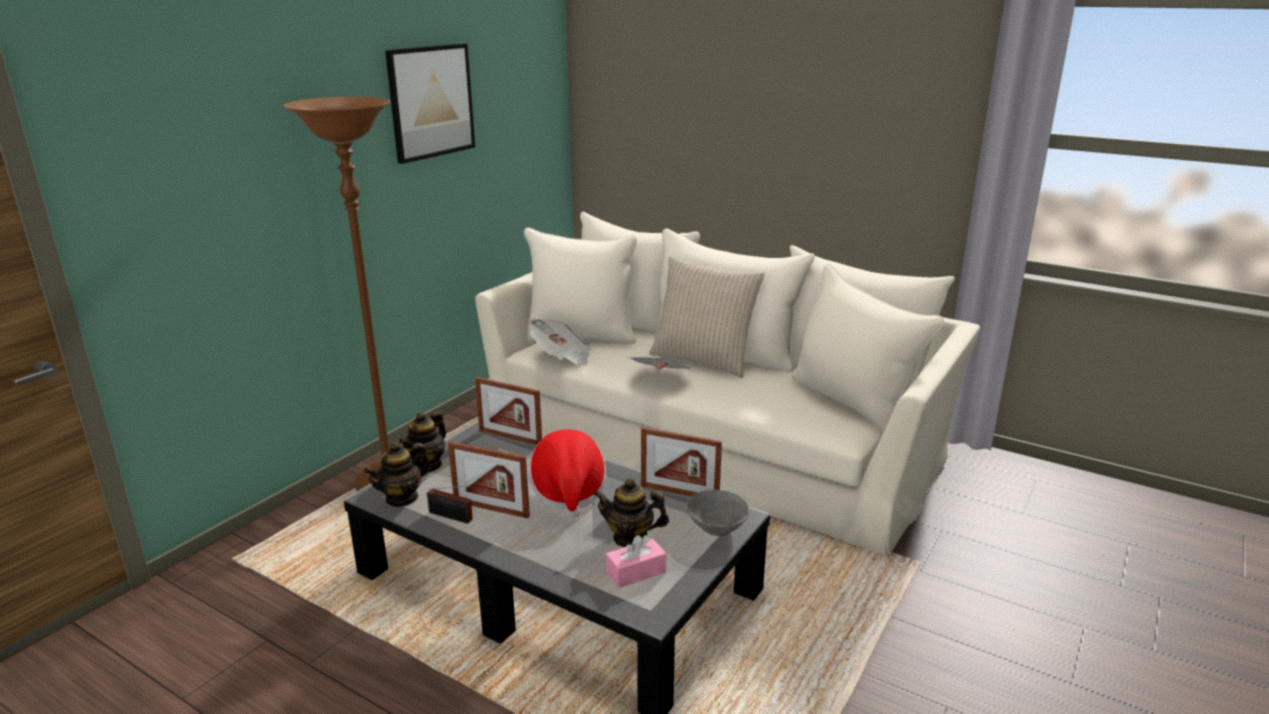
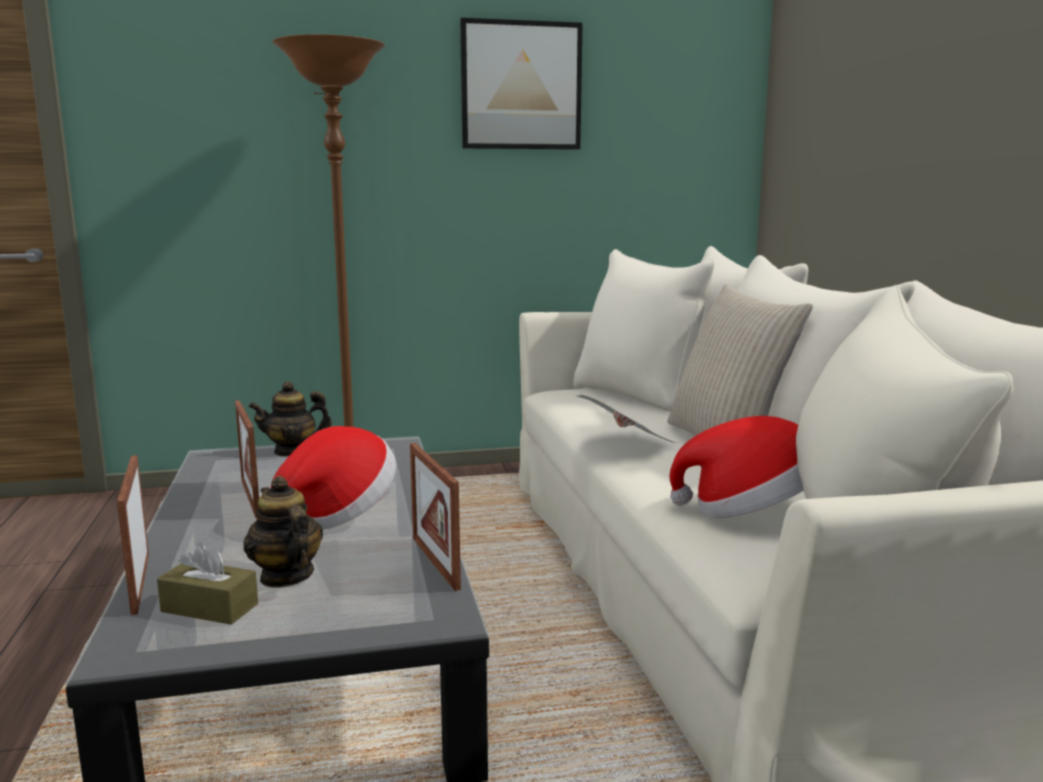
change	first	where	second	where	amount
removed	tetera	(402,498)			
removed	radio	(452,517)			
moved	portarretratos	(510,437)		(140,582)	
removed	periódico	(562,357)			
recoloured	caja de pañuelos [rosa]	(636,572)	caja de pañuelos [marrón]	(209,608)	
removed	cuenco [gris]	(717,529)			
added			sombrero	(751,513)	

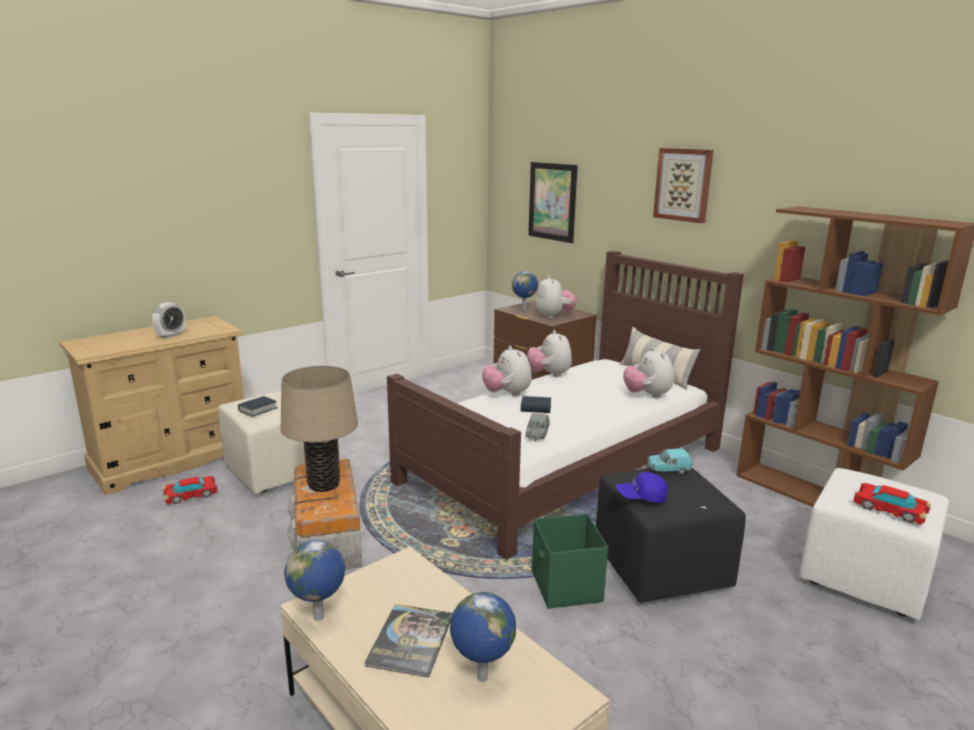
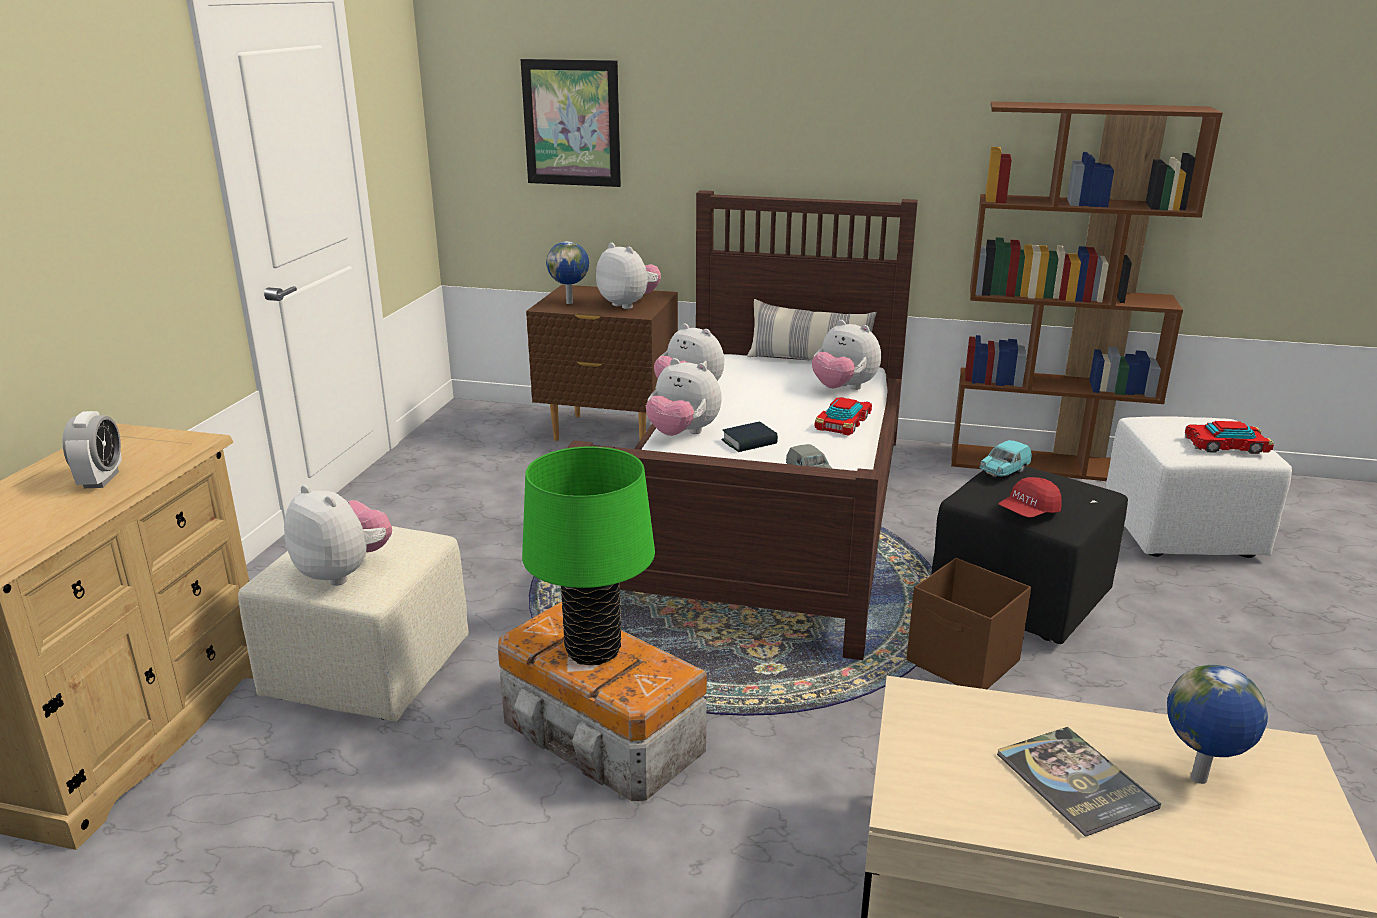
change	first	where	second	where	amount
moved	coche de juguete	(191,494)		(844,423)	
replaced	libro	(258,409)	peluche	(343,572)	
recoloured	lámpara de mesa [beis]	(324,485)	lámpara de mesa [verde]	(593,651)	
removed	globo terráqueo	(320,618)			
recoloured	caja de almacenaje [verde]	(566,587)	caja de almacenaje [marrón]	(963,663)	
recoloured	gorra [azul]	(641,497)	gorra [rojo]	(1028,512)	
removed	cuadro	(683,184)			

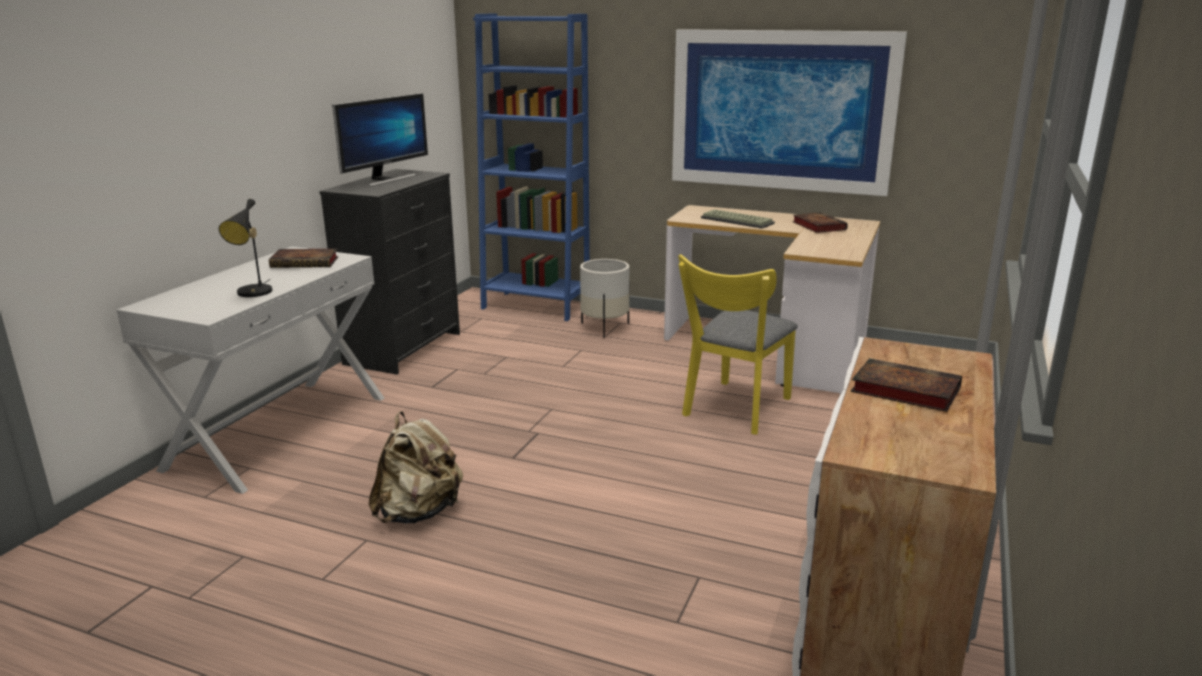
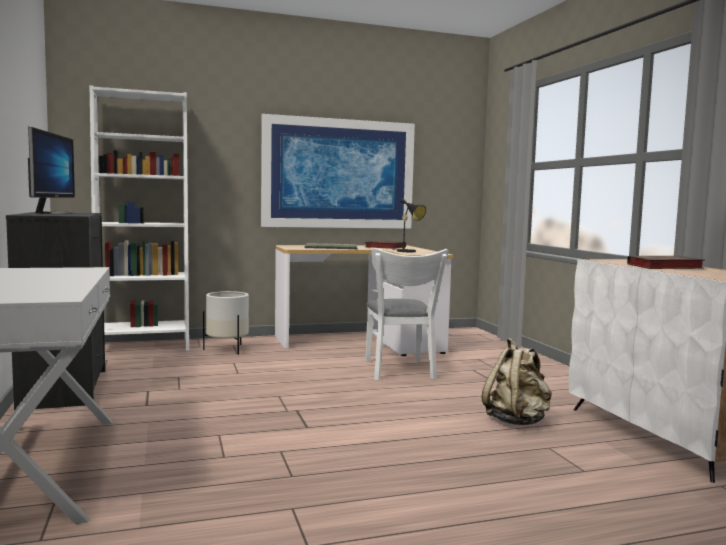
change	first	where	second	where	amount
moved	lámpara de mesa [negro]	(253,293)		(408,251)	
removed	libro	(306,262)			
moved	mochila [beis]	(419,513)		(517,421)	
recoloured	estantería [azul]	(535,306)	estantería [blanco]	(143,346)	
recoloured	silla [amarillo]	(734,410)	silla [blanco]	(400,371)	

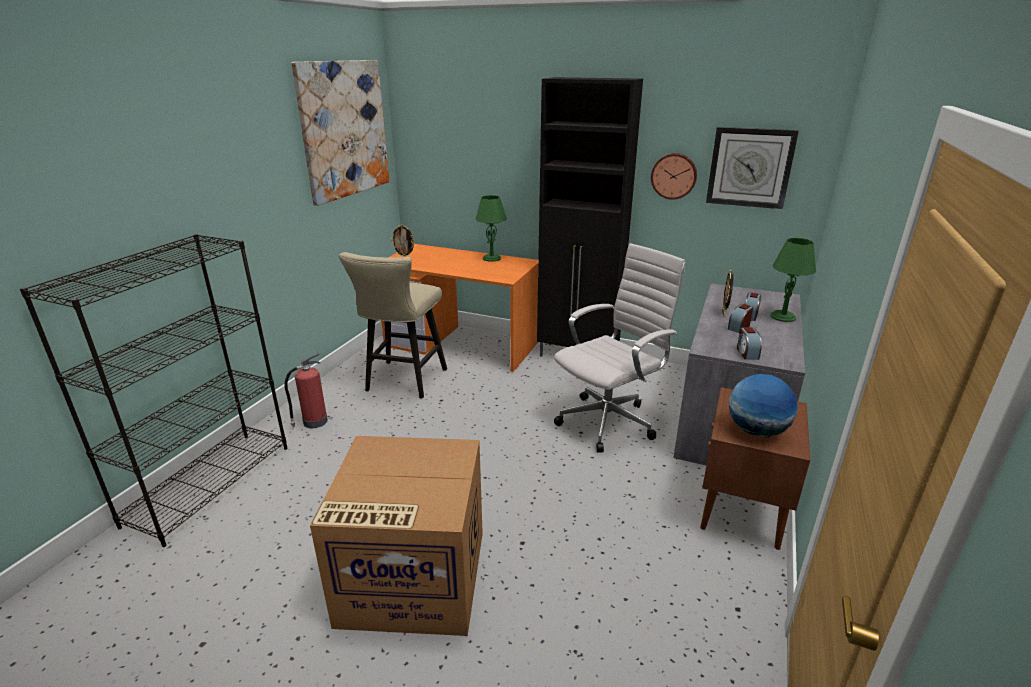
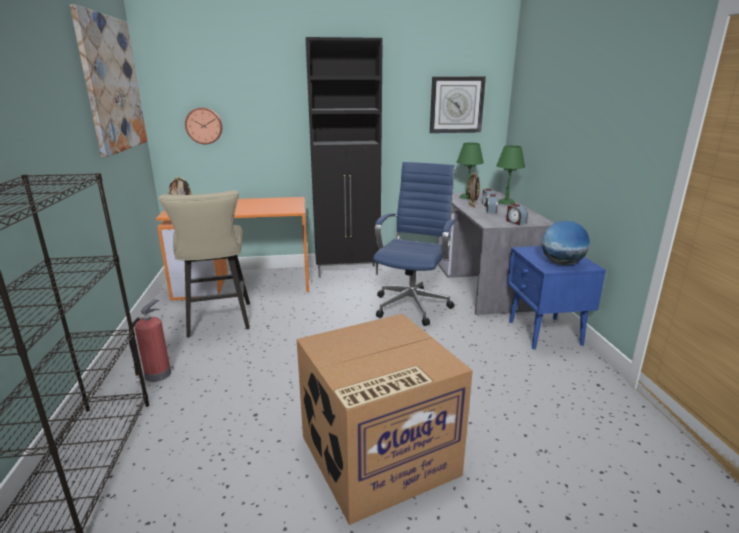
change	first	where	second	where	amount
moved	lámpara de mesa [verde]	(491,258)		(467,197)	
recoloured	silla de oficina [blanco]	(610,421)	silla de oficina [azul]	(413,305)	
moved	reloj de pared	(674,176)		(204,125)	
recoloured	mesita de noche [marrón]	(740,513)	mesita de noche [azul]	(544,333)	

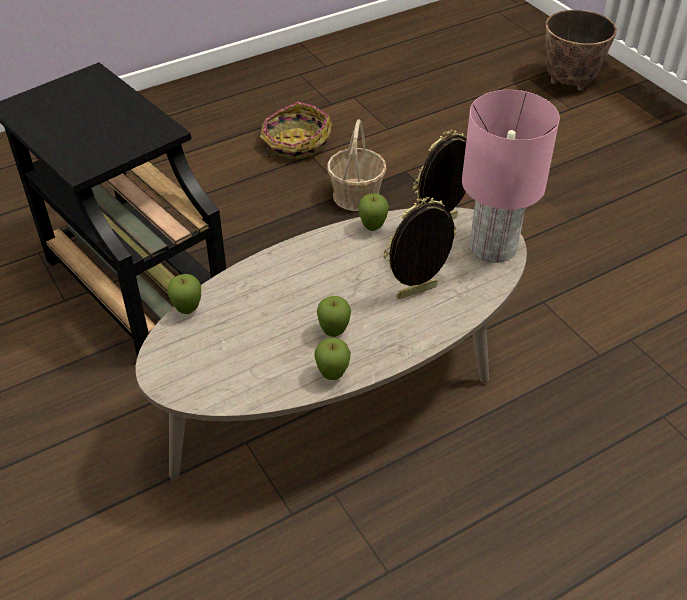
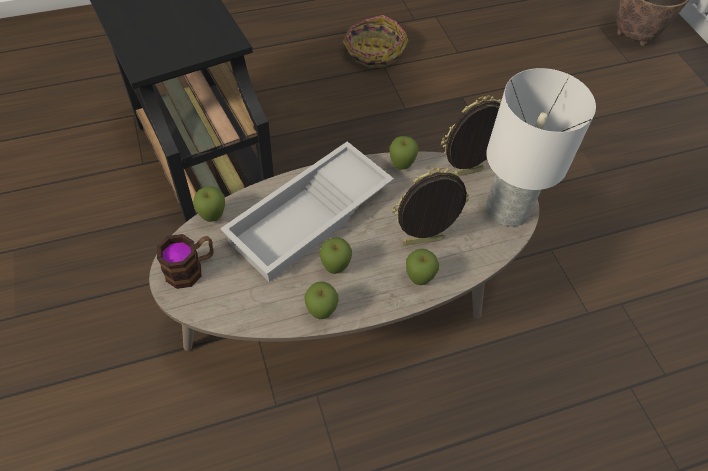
change	first	where	second	where	amount
removed	cesta	(356,195)			
recoloured	lámpara de mesa [rosa]	(492,246)	lámpara de mesa [blanco]	(507,208)	
added			taza grande	(191,269)	
added			bandeja [blanco]	(310,219)	
added			manzana	(418,279)	

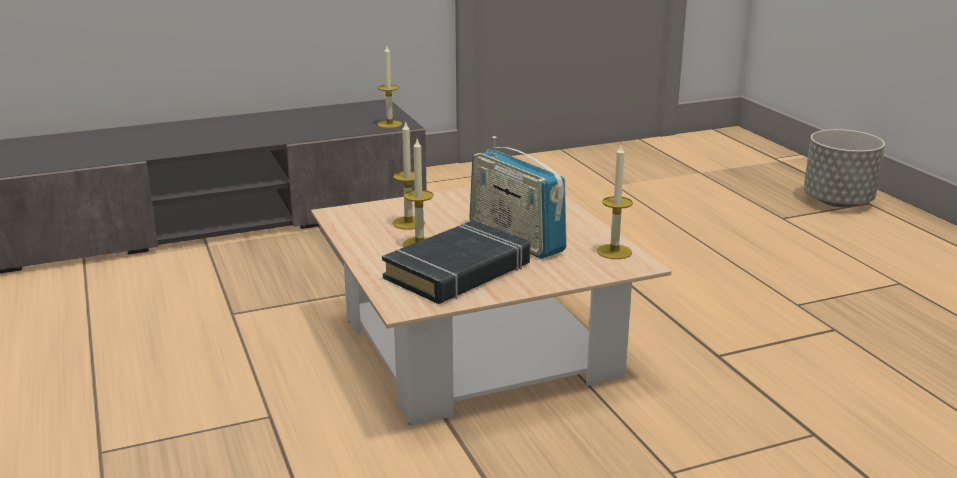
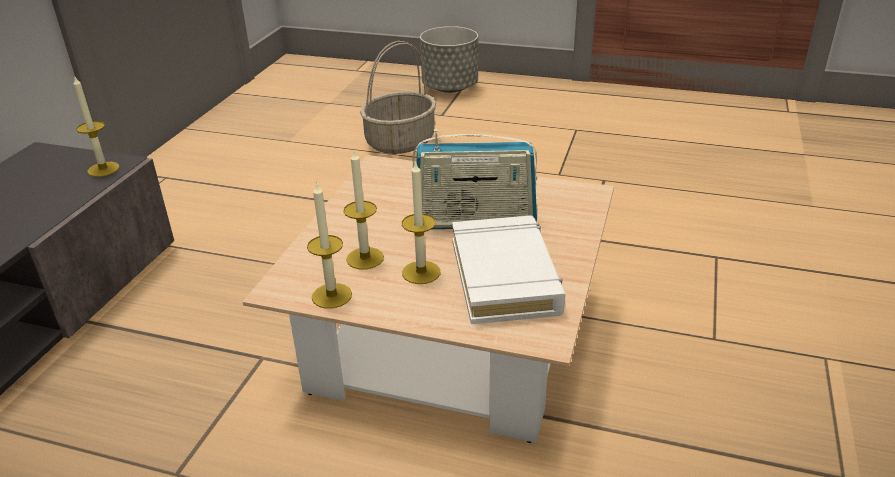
change	first	where	second	where	amount
recoloured	libro [negro]	(458,271)	libro [blanco]	(505,276)	
moved	vela	(614,252)		(332,296)	
added			cesta	(400,142)	

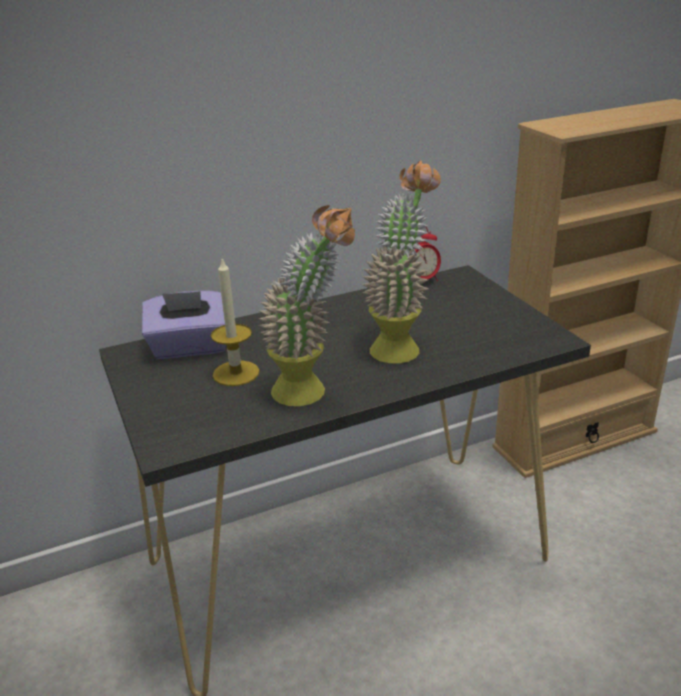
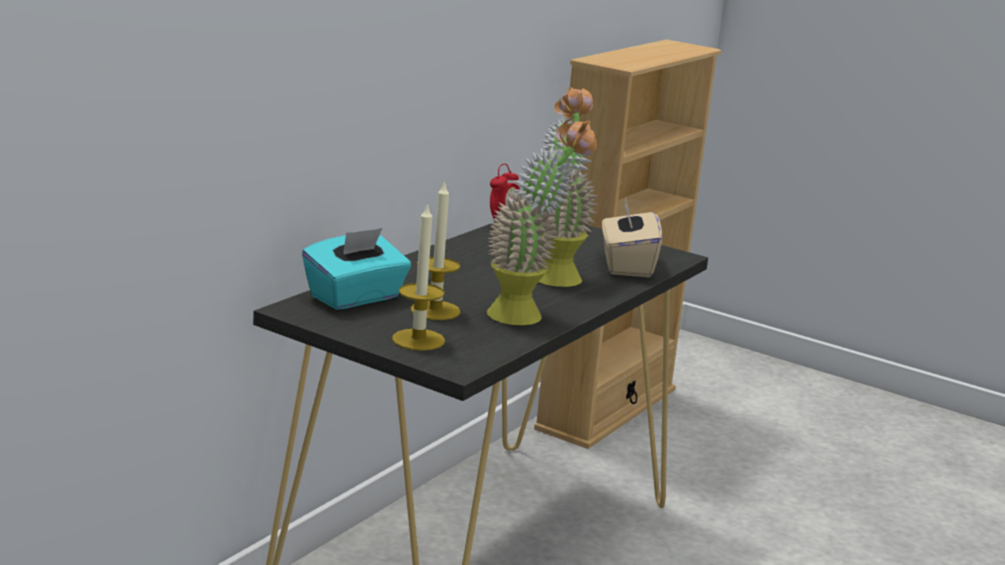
change	first	where	second	where	amount
recoloured	caja de pañuelos [morado]	(190,347)	caja de pañuelos [turquesa]	(355,298)	
added			vela	(418,340)	
added			caja de pañuelos [beis]	(626,265)	

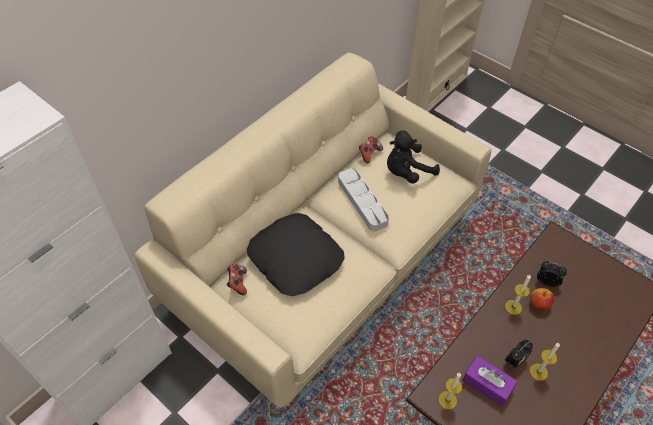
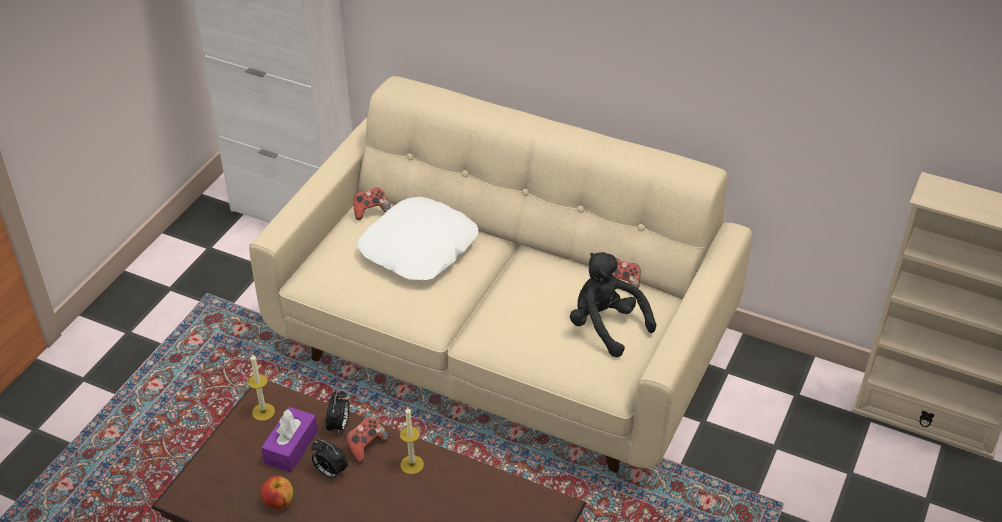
change	first	where	second	where	amount
recoloured	cojín [negro]	(296,258)	cojín [blanco]	(419,248)	
removed	bandeja [gris]	(362,202)			
removed	vela	(538,372)			
moved	manzana	(539,304)		(278,502)	
moved	despertador	(547,281)		(339,426)	
added			mando de consola	(365,446)	

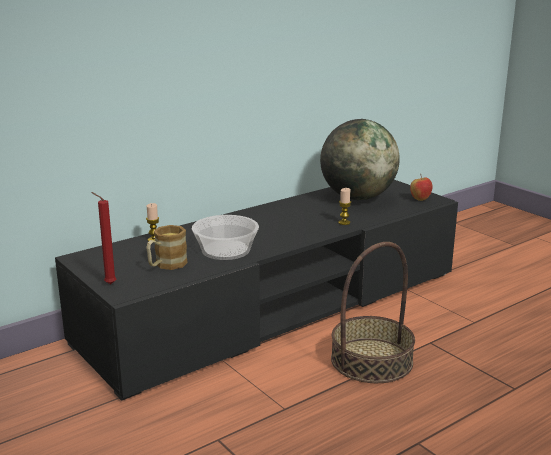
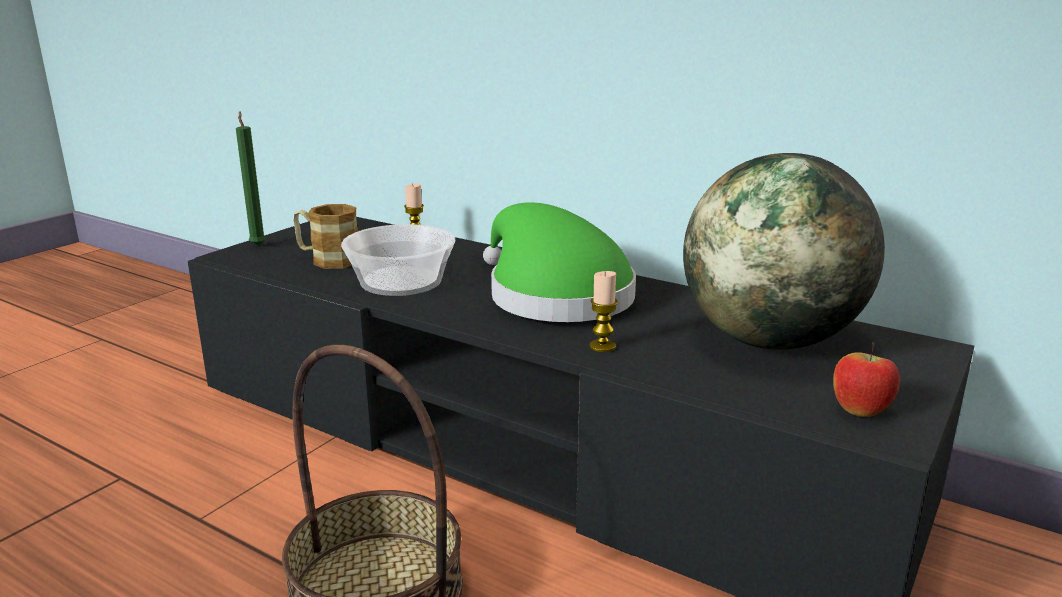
change	first	where	second	where	amount
recoloured	vela [rojo]	(108,284)	vela [verde]	(258,245)	
added			sombrero [verde]	(553,295)	

